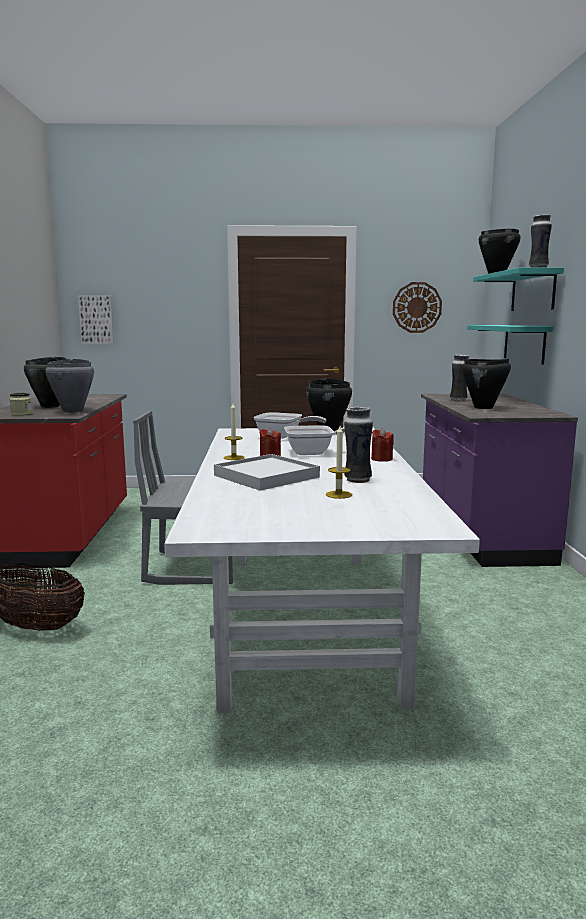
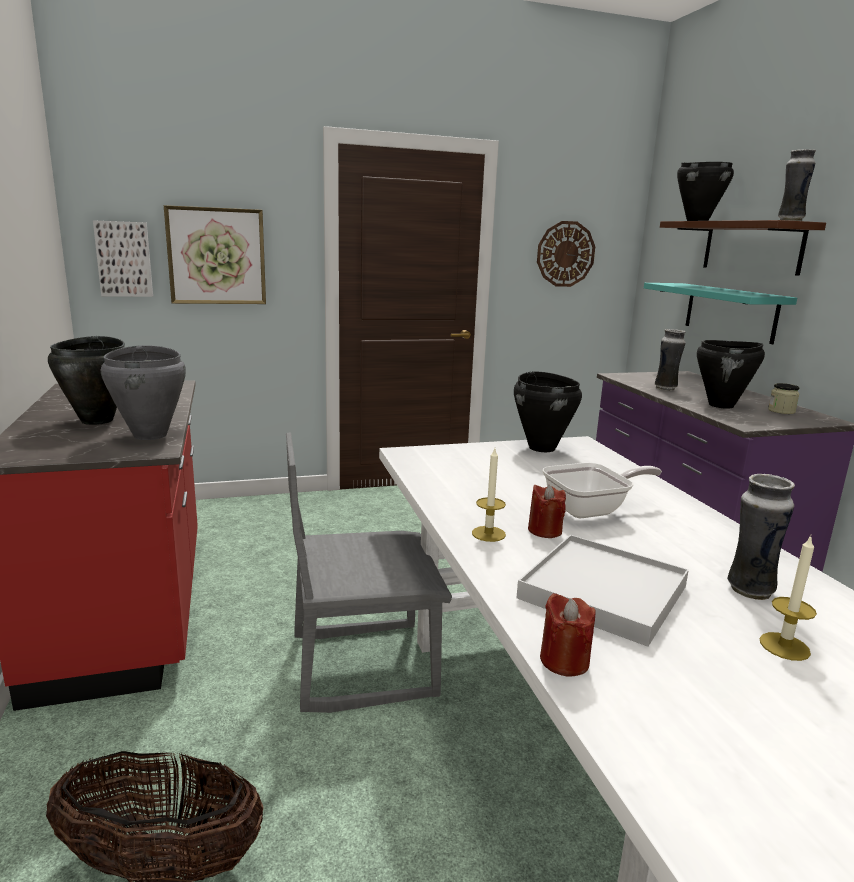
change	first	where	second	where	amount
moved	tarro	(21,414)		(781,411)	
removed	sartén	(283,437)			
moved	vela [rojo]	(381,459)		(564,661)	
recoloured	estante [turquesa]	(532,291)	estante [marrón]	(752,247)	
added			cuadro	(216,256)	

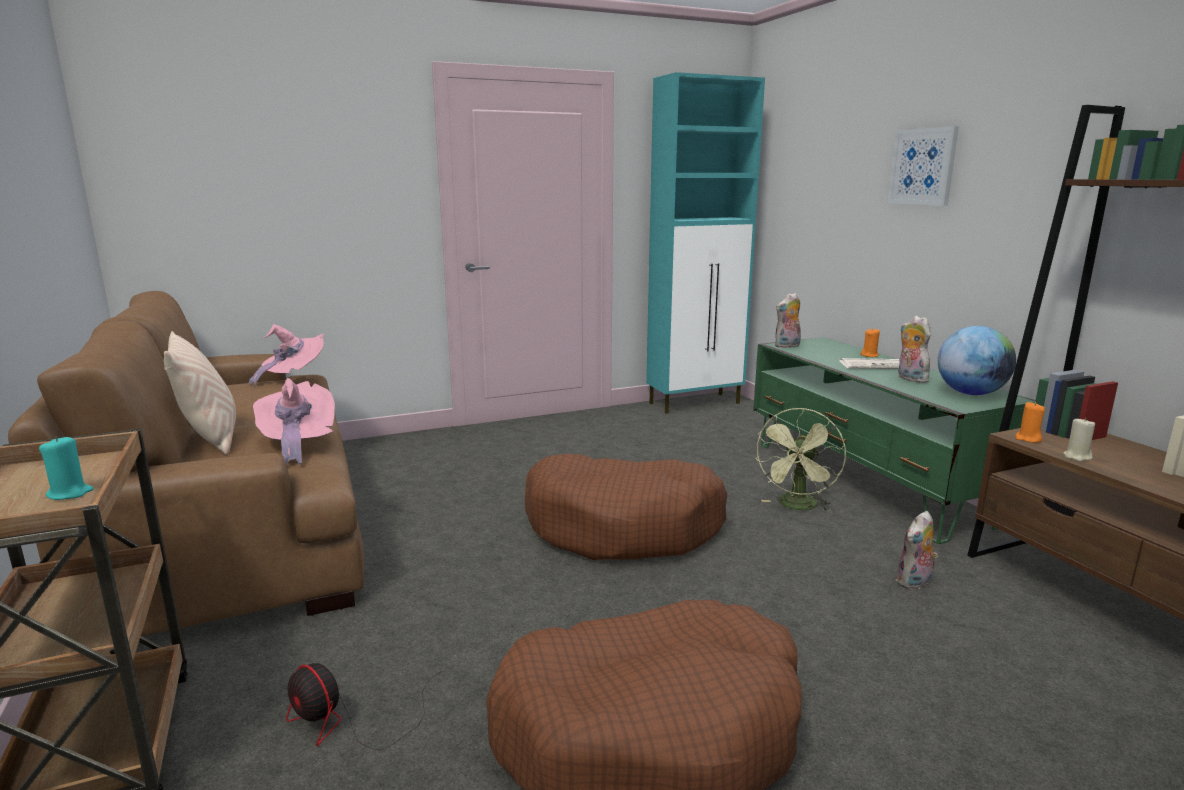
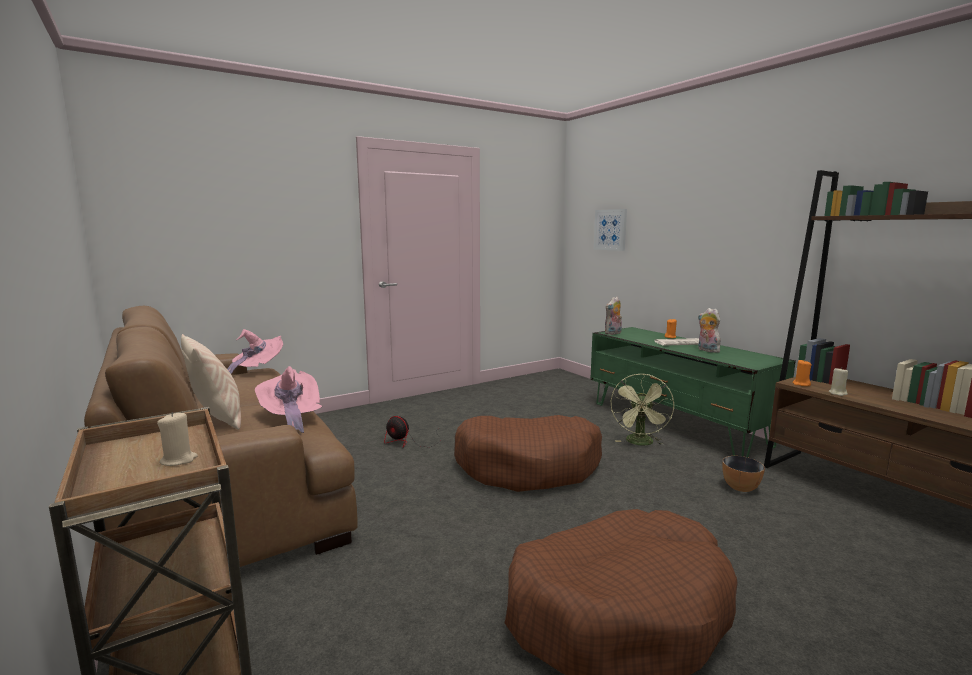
change	first	where	second	where	amount
recoloured	vela [turquesa]	(70,493)	vela [beis]	(179,460)	
moved	ventilador	(348,722)		(410,442)	
removed	armario [turquesa]	(695,403)			
moved	cuadro	(923,166)		(610,229)	
replaced	peluche	(914,583)	cuenco	(740,488)	
removed	globo terráqueo	(970,393)			

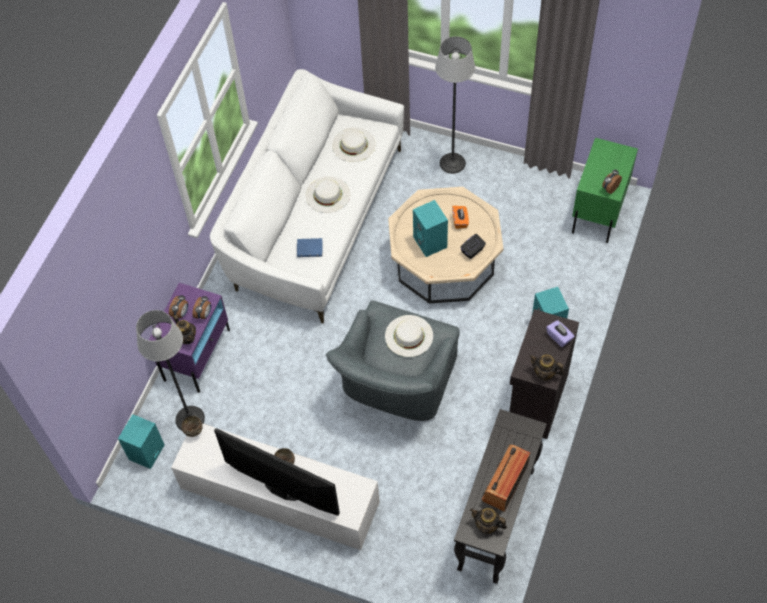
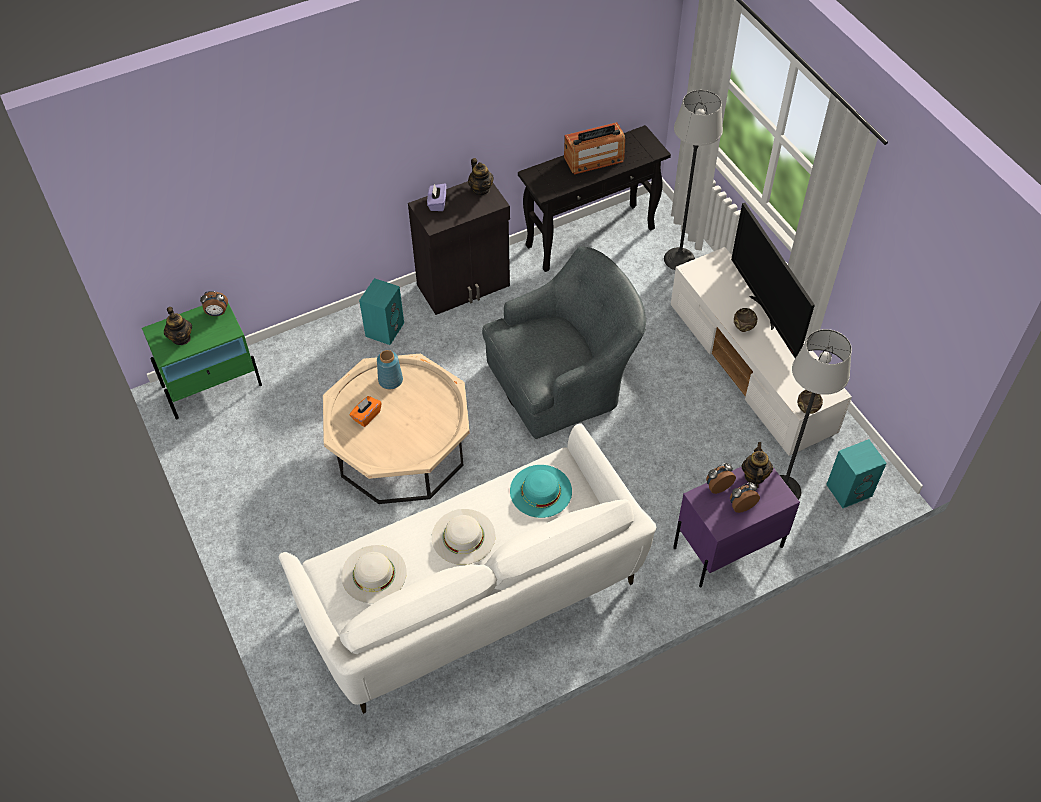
change	first	where	second	where	amount
replaced	libro [azul]	(310,248)	sombrero [turquesa]	(541,491)	
removed	sombrero [blanco]	(409,335)			
removed	altavoz [turquesa]	(431,242)			
moved	lámpara de pie	(452,163)		(679,259)	
replaced	caja de pañuelos [negro]	(473,251)	florero [azul]	(390,380)	
moved	tetera	(487,525)		(181,338)	

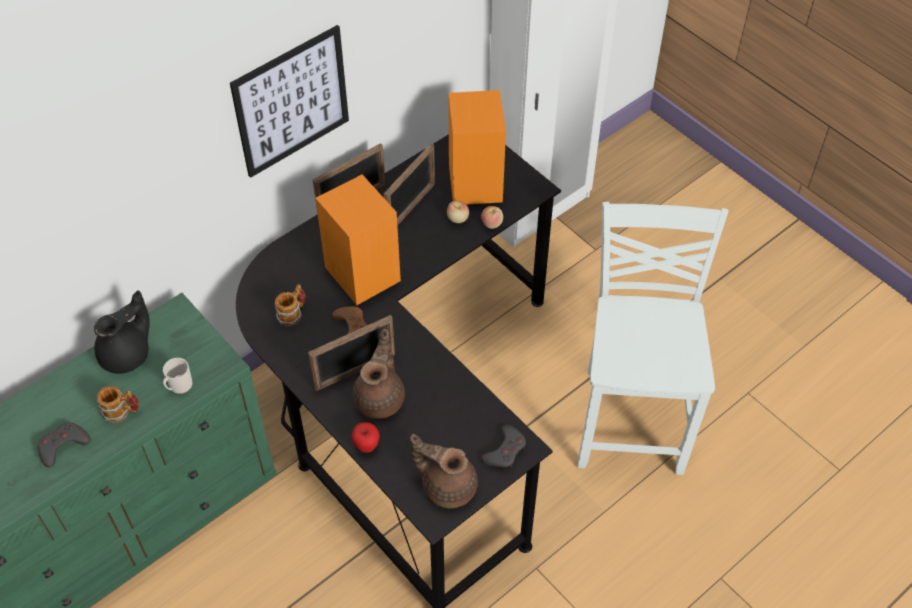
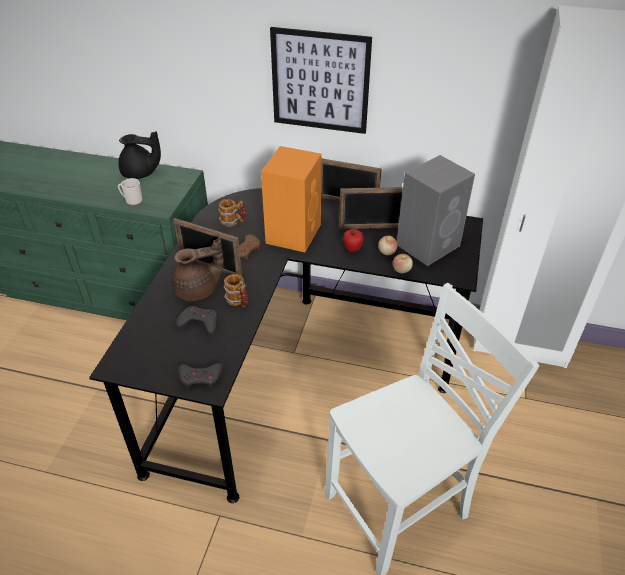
change	first	where	second	where	amount
moved	mando de consola [gris]	(63,446)		(199,322)	
moved	taza grande	(122,412)		(238,301)	
moved	manzana	(366,445)		(352,249)	
removed	tetera [marrón]	(447,485)			
recoloured	altavoz [naranja]	(475,181)	altavoz [gris]	(429,244)	

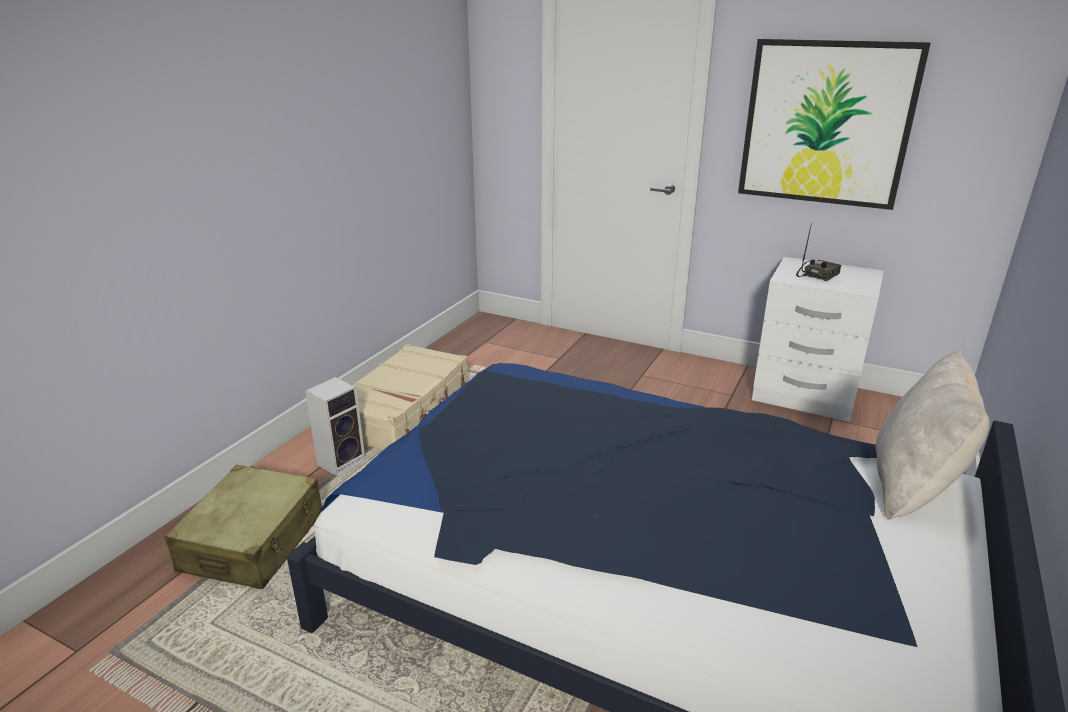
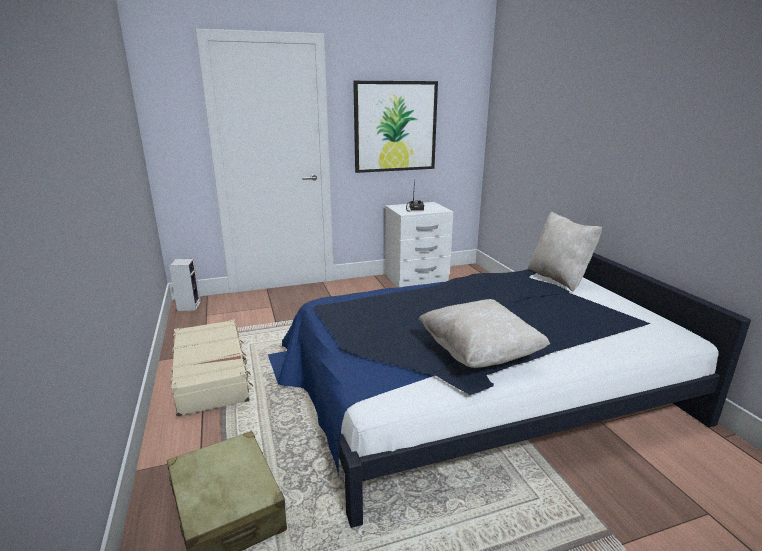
change	first	where	second	where	amount
moved	altavoz	(342,461)		(188,306)	
added			cojín [beis]	(479,353)	

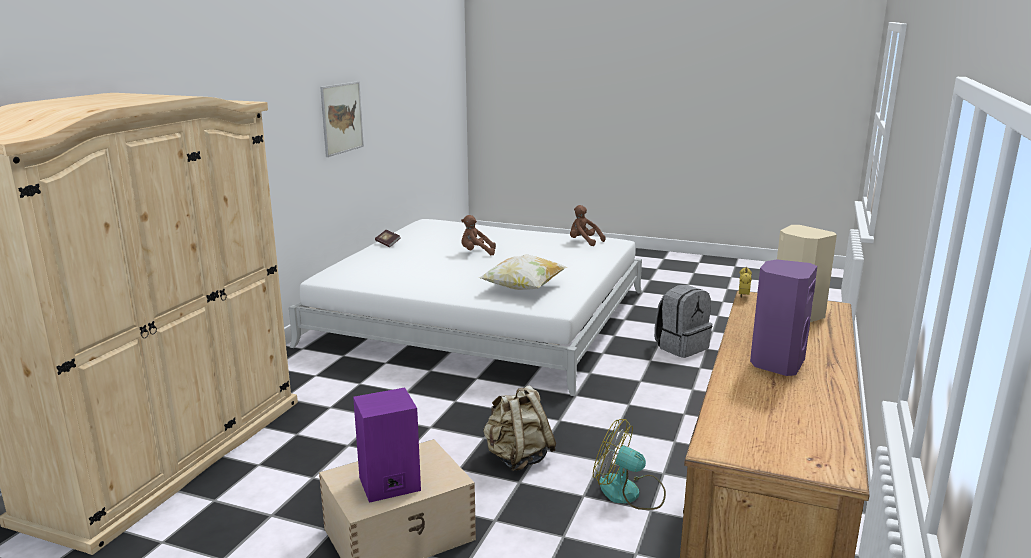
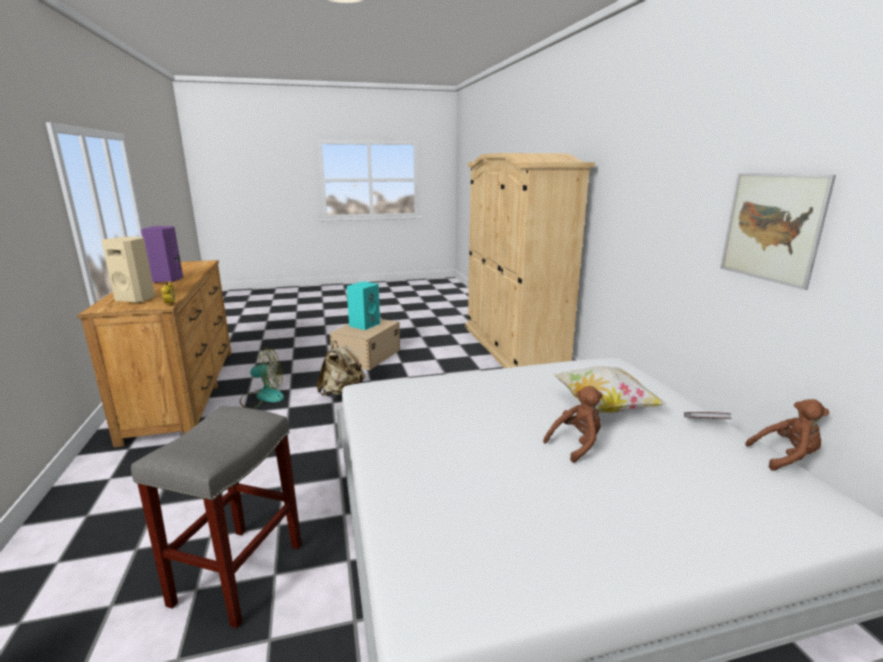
change	first	where	second	where	amount
recoloured	altavoz [morado]	(388,485)	altavoz [turquesa]	(364,324)	
moved	cojín	(523,288)		(603,407)	
moved	peluche [marrón]	(584,242)		(786,457)	
replaced	mochila [gris]	(681,347)	taburete [gris]	(238,575)	

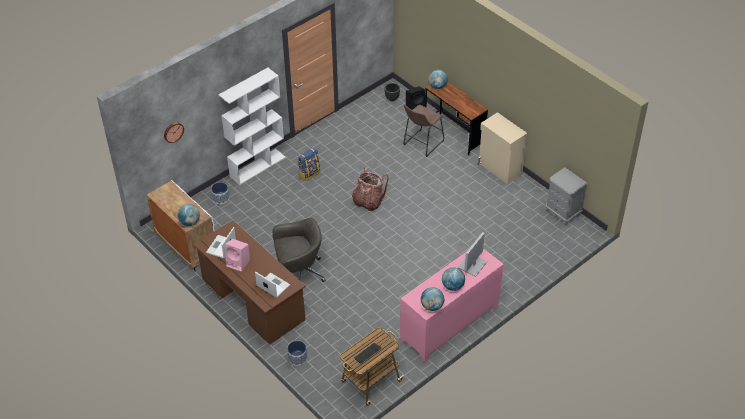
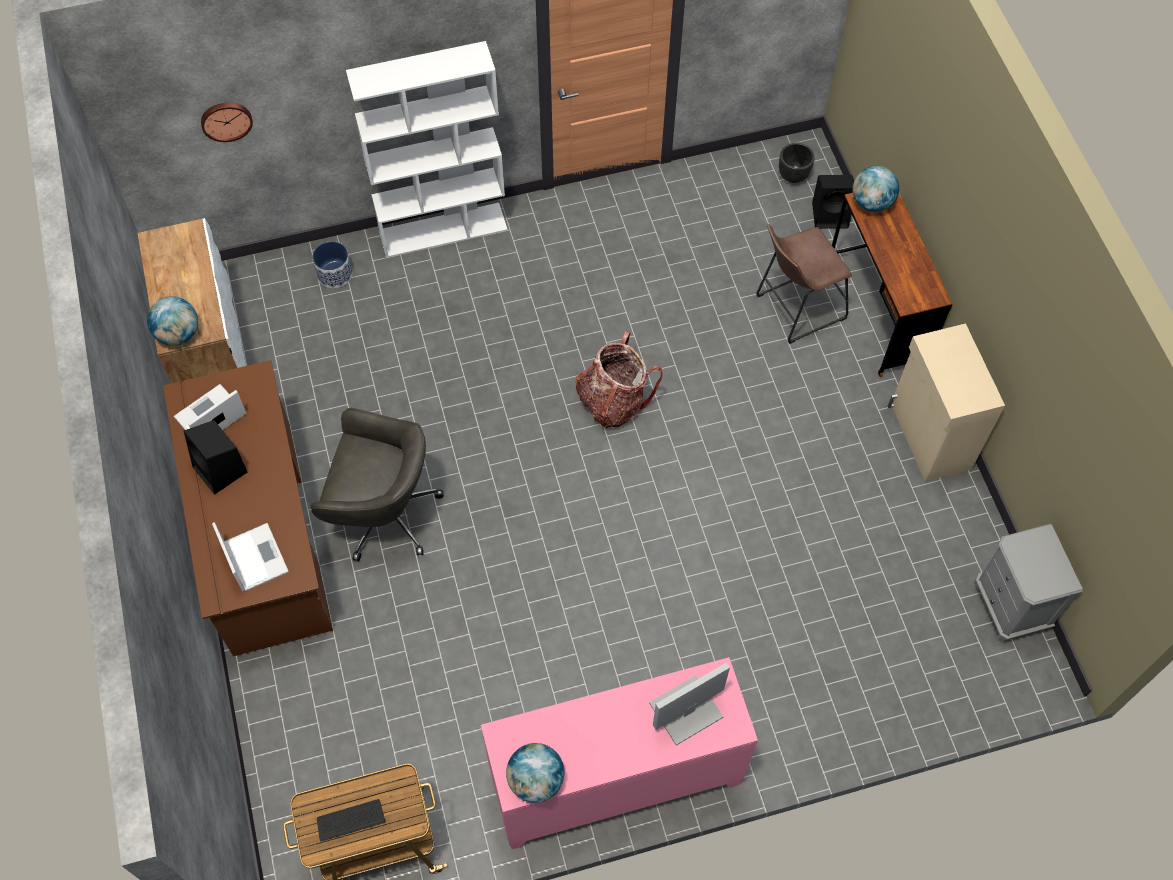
change	first	where	second	where	amount
recoloured	altavoz [rosa]	(238,263)	altavoz [negro]	(221,470)	
removed	maceta	(297,358)			
removed	mochila	(309,173)			
removed	globo terráqueo	(453,286)			

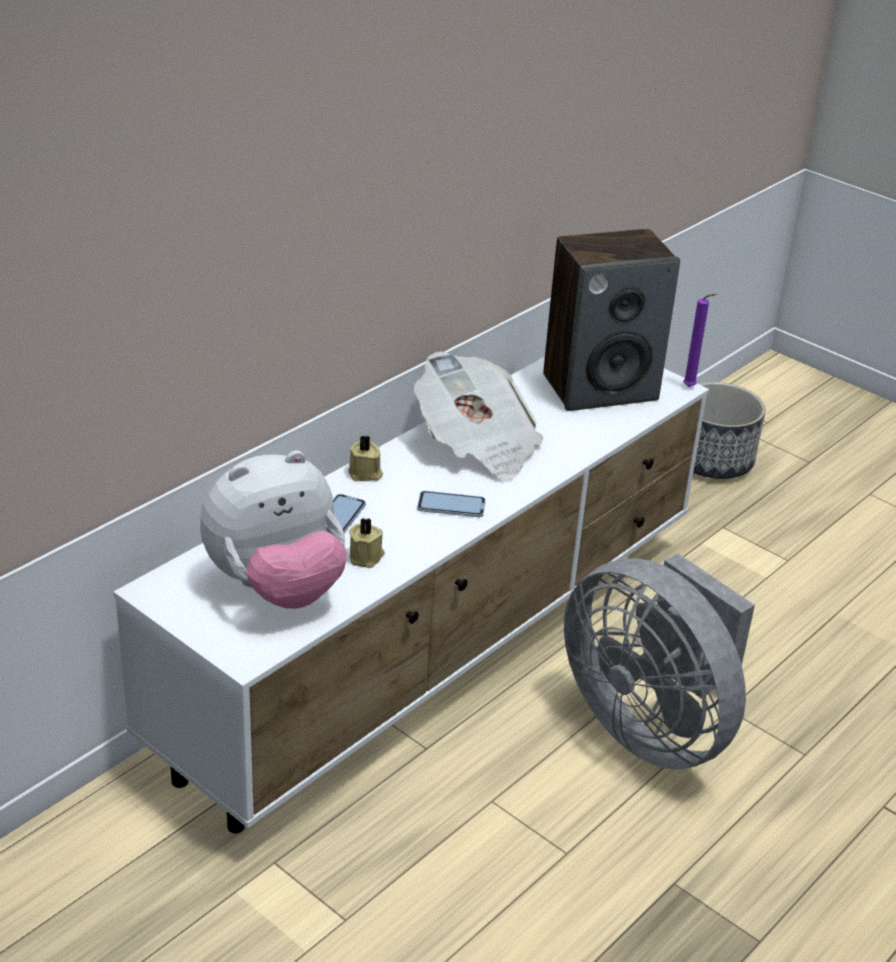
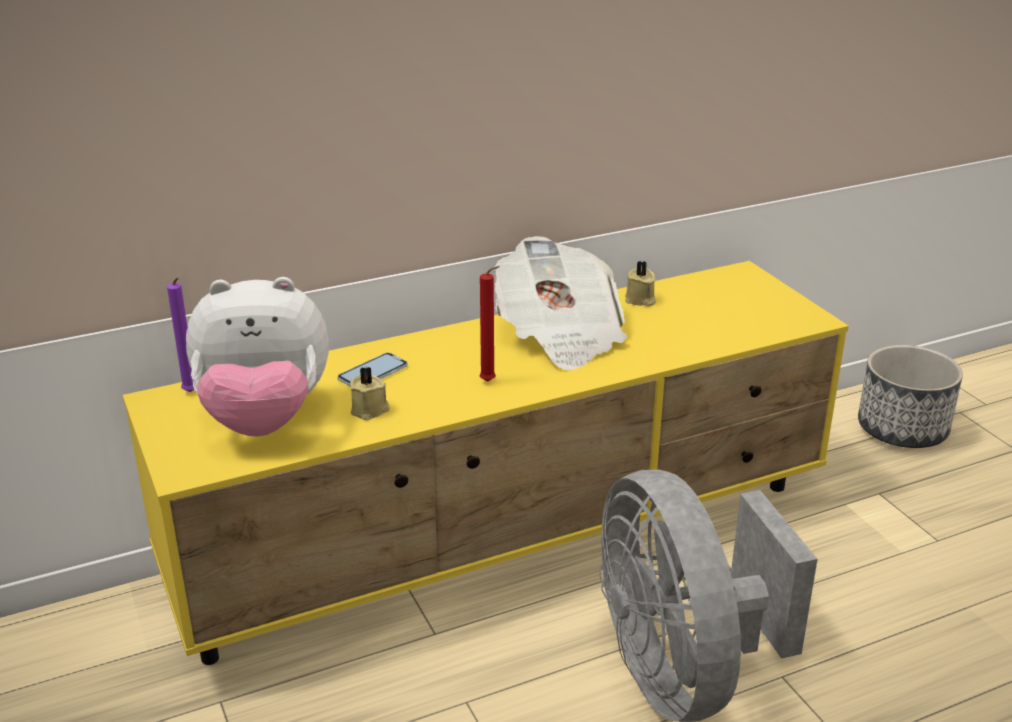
change	first	where	second	where	amount
recoloured	mueble de televisión [blanco]	(439,647)	mueble de televisión [amarillo]	(509,543)	
moved	vela [beis]	(365,474)		(640,300)	
replaced	móvil	(451,506)	vela [rojo]	(490,382)	
removed	altavoz	(600,387)			
moved	vela [morado]	(691,388)		(191,393)	

